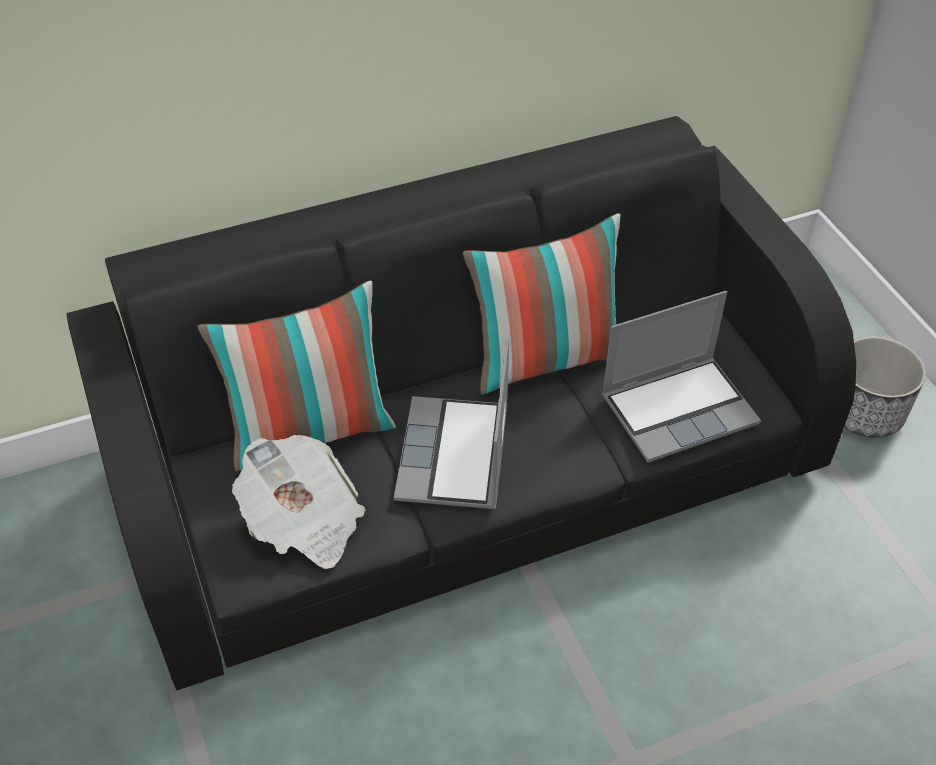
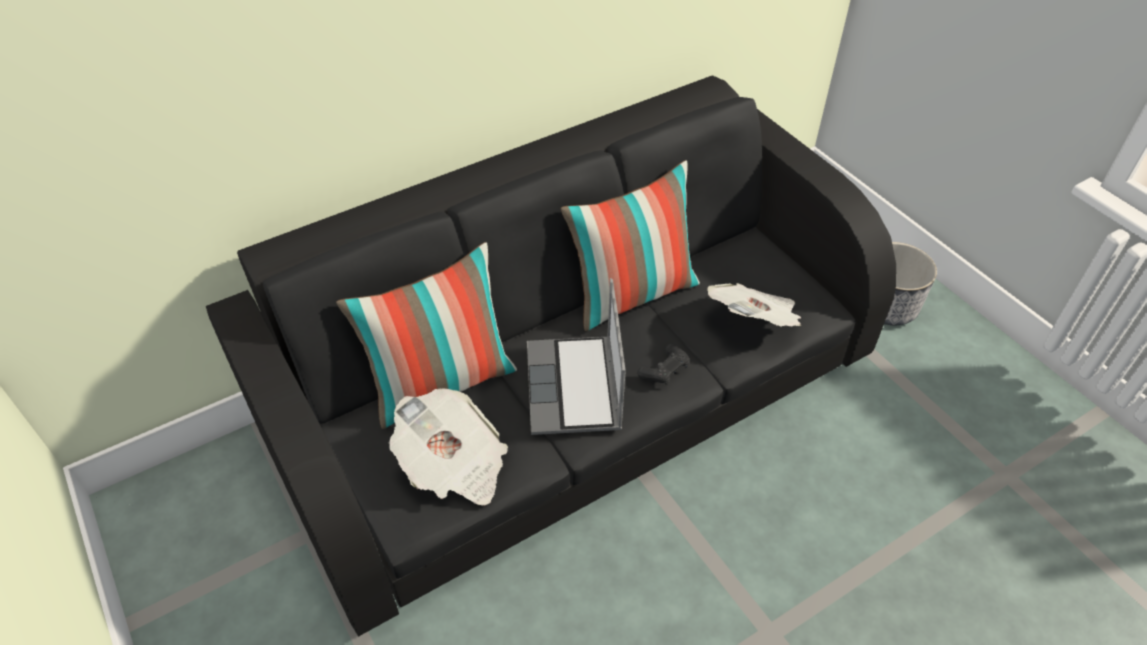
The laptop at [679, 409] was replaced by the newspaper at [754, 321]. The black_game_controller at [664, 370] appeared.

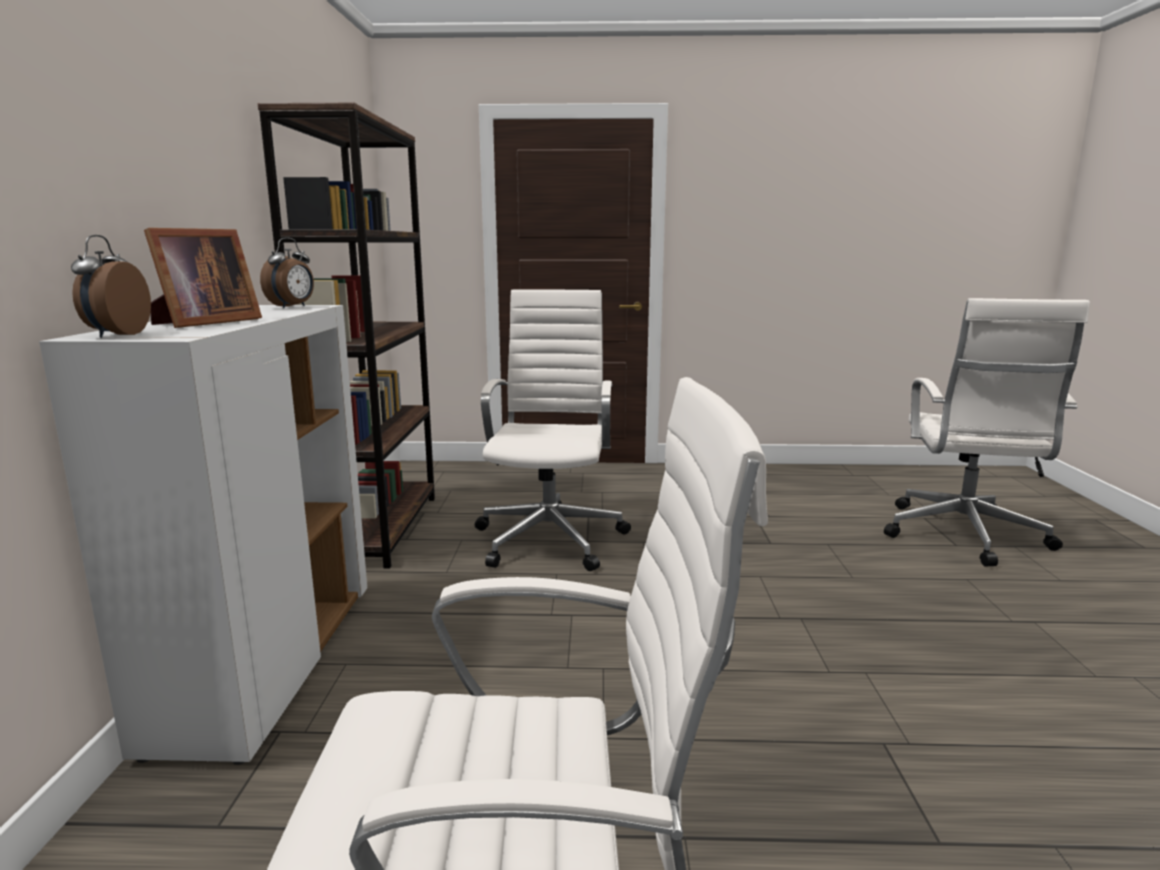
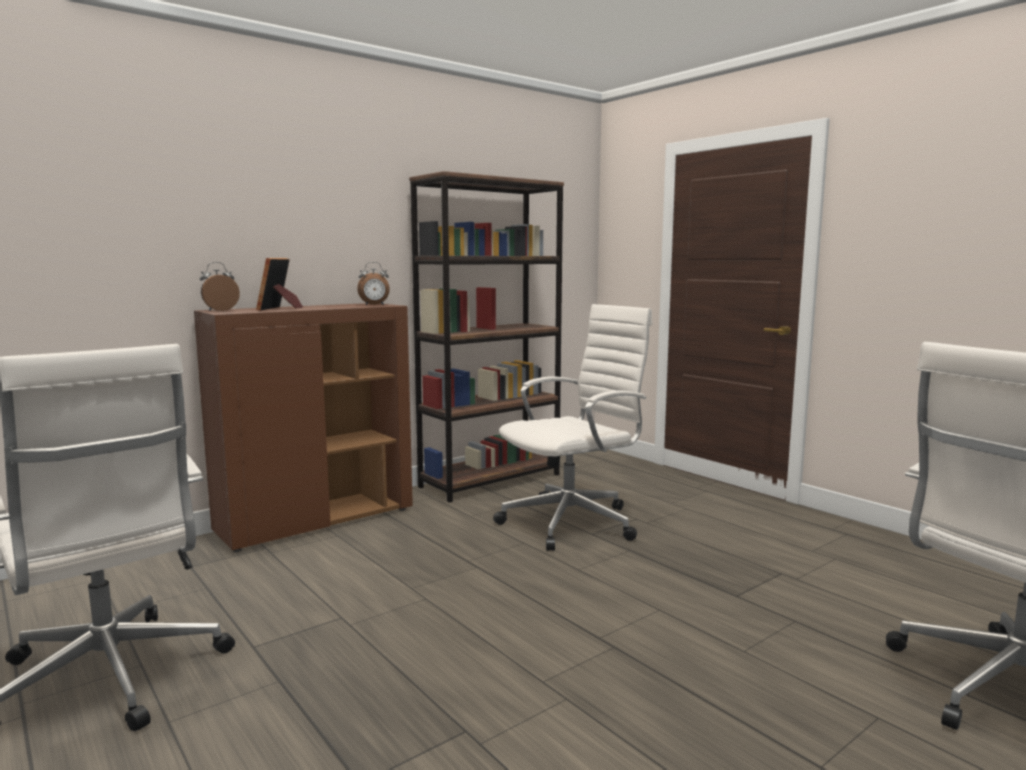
The picture_frame at [203, 323] turned 105 degrees clockwise. The white_cabinet at [269, 662] became the brown_cabinet at [317, 520].

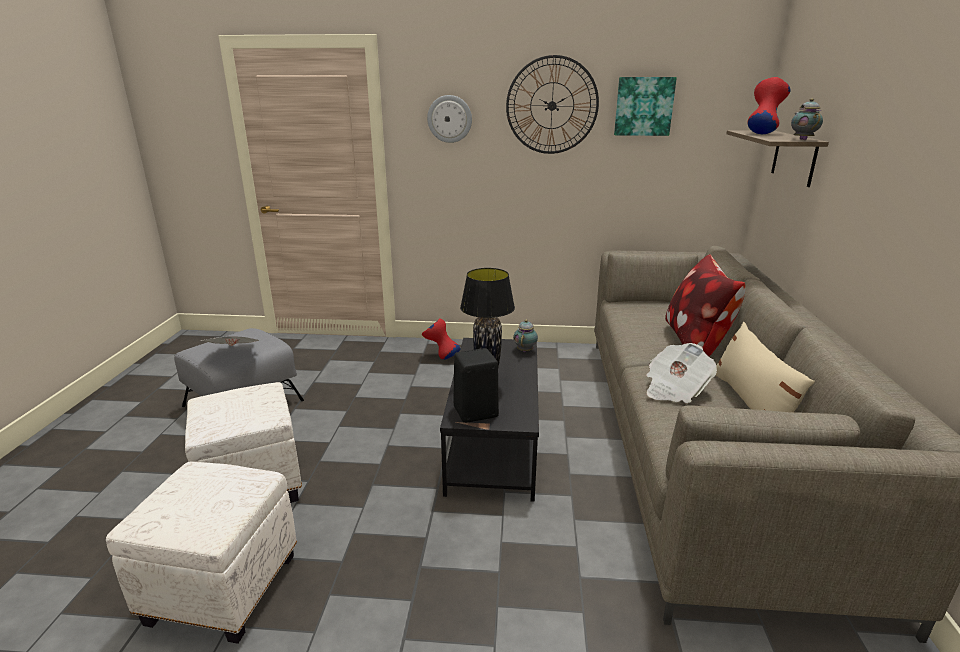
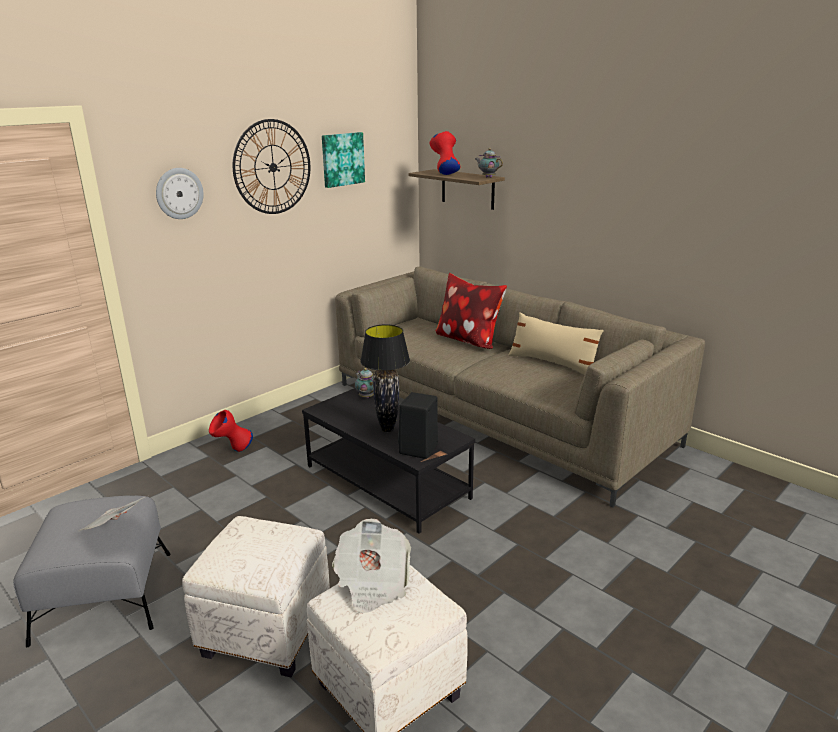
The newspaper moved from [675, 389] to [372, 583].

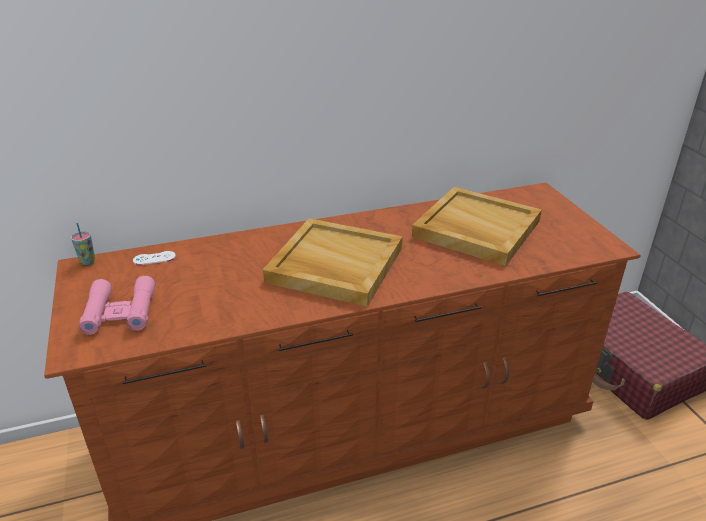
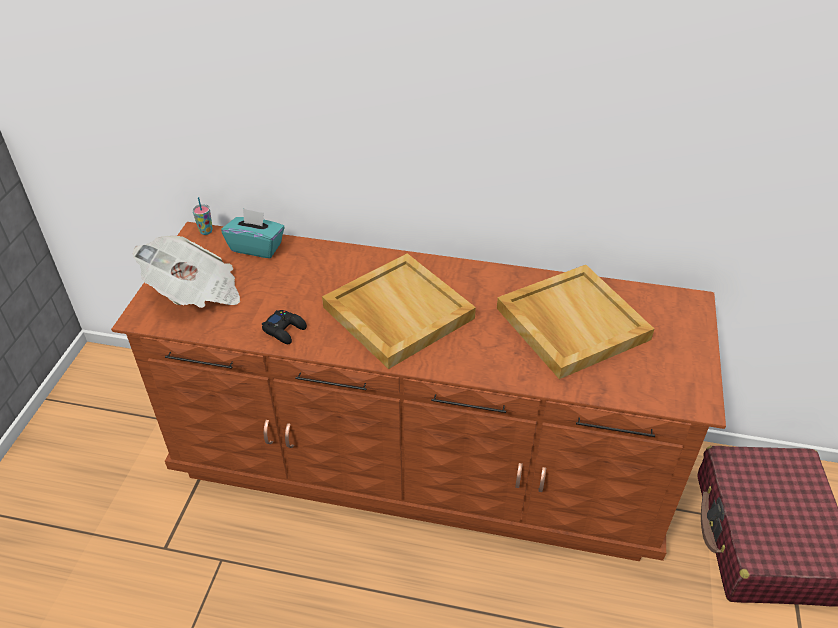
The white_game_controller at [154, 258] was replaced by the turquoise_tissue_box at [256, 247]. The pink_binoculars at [120, 312] was replaced by the newspaper at [195, 293]. The black_game_controller at [285, 330] appeared.

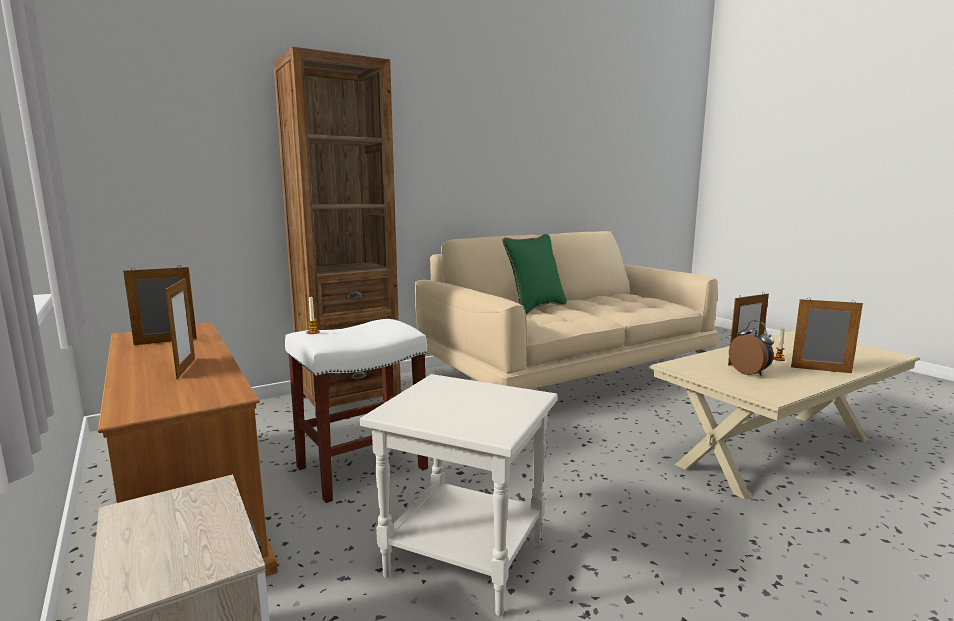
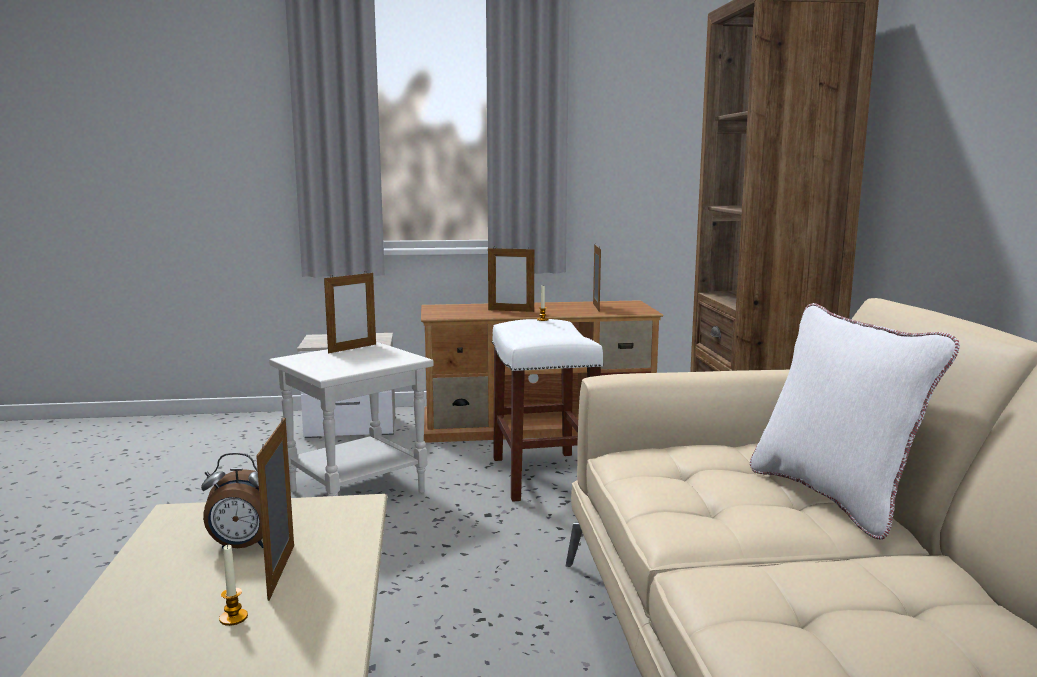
The green_pillow at [535, 307] became the white_pillow at [833, 497]. The picture_frame moved from [820, 370] to [352, 348].

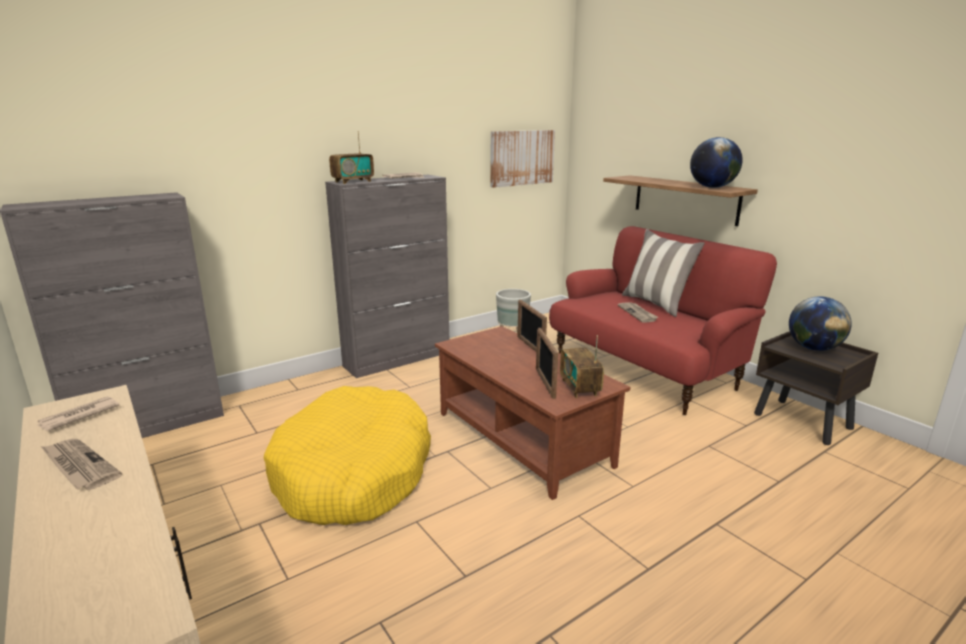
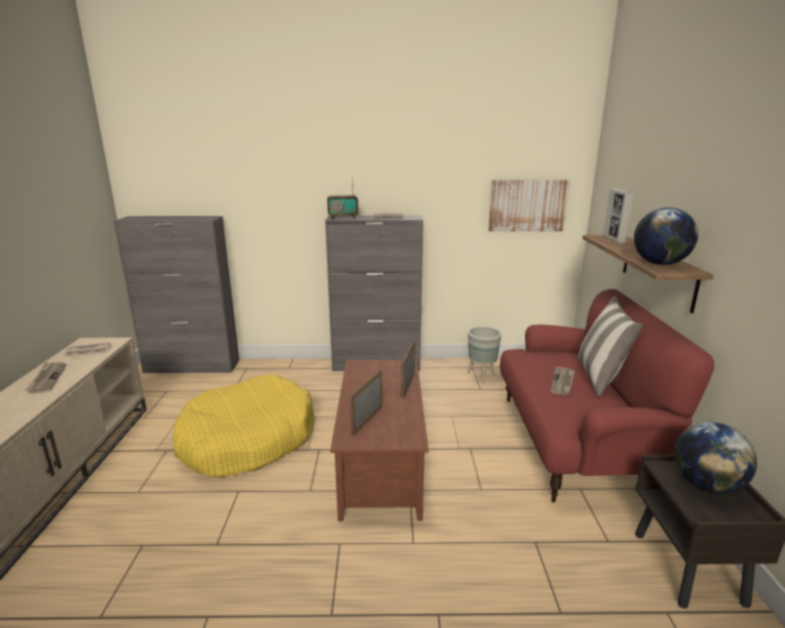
The radio at [579, 388] disappeared. The picture_frame at [613, 239] appeared.

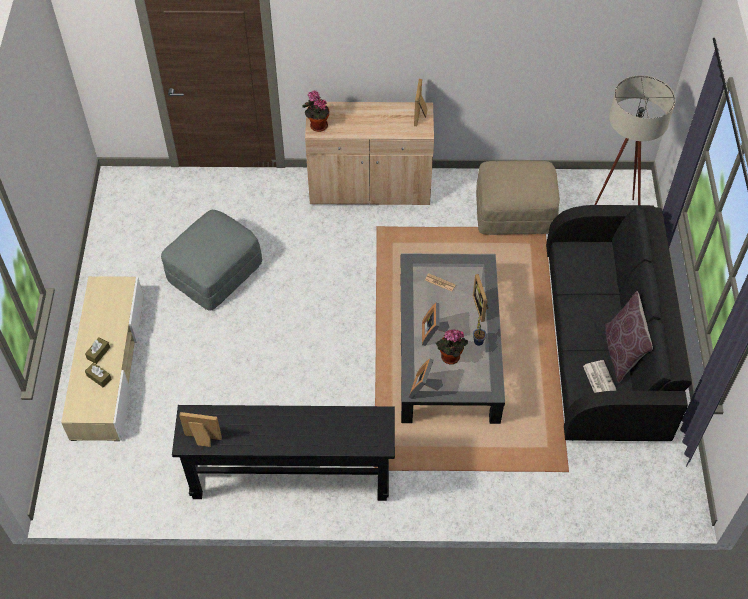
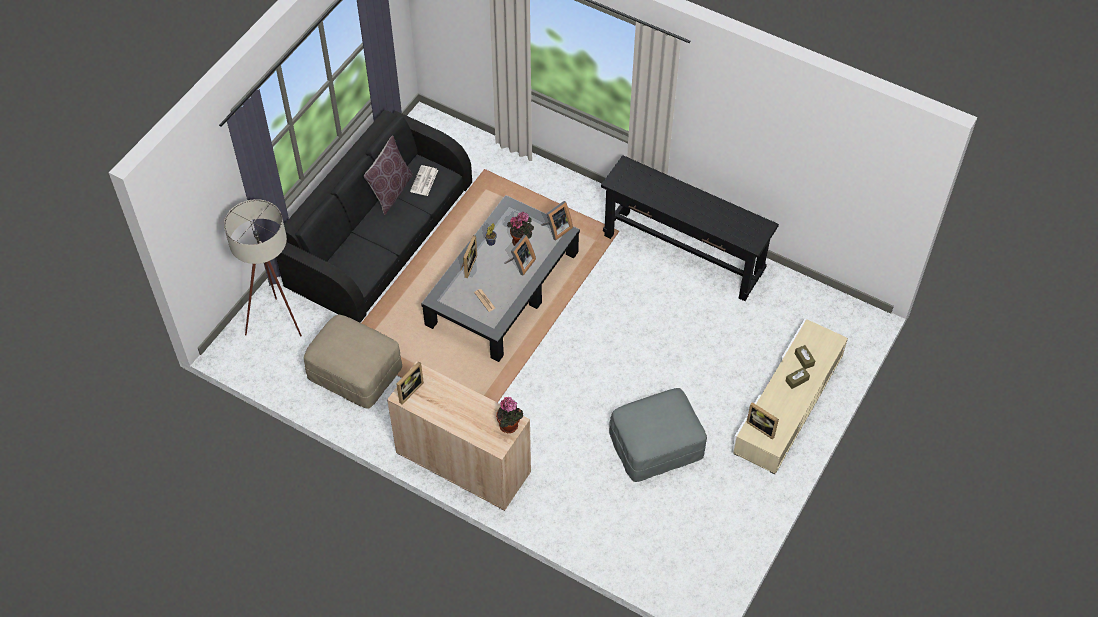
The picture_frame moved from [202, 440] to [762, 427].

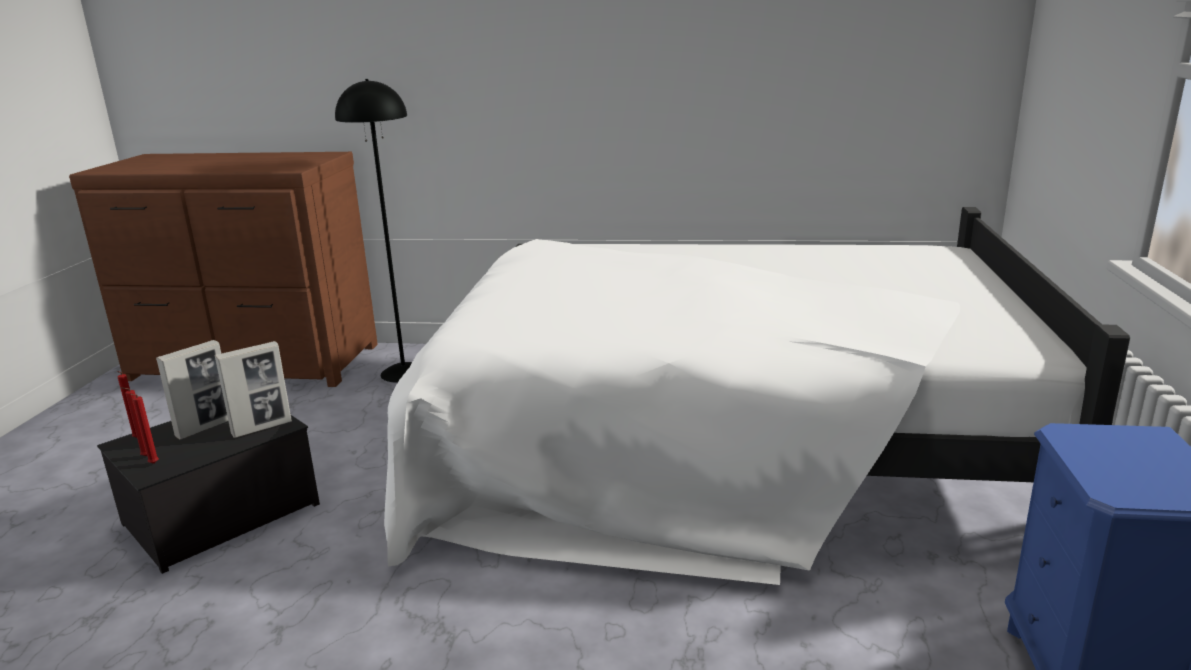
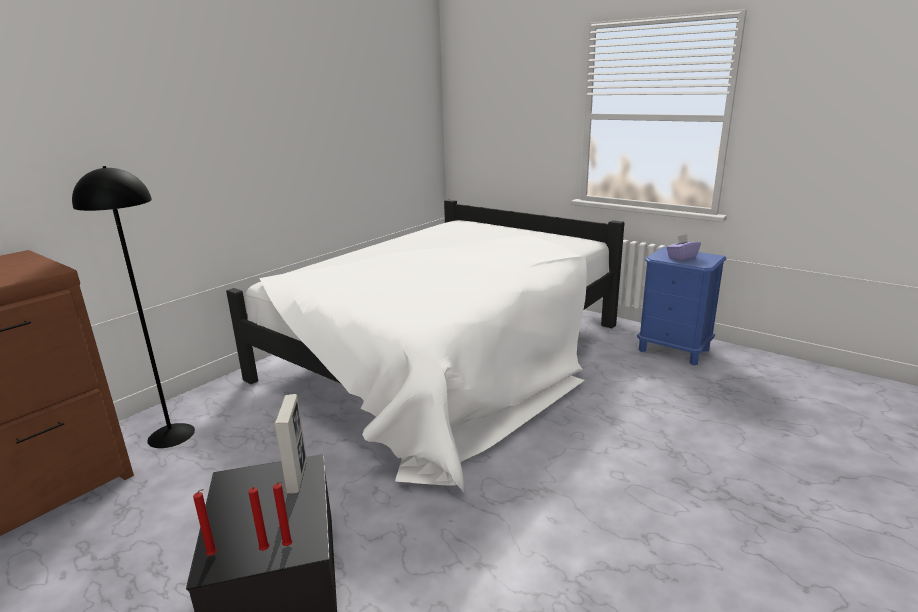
The picture_frame at [205, 427] disappeared. The purple_tissue_box at [681, 257] appeared.

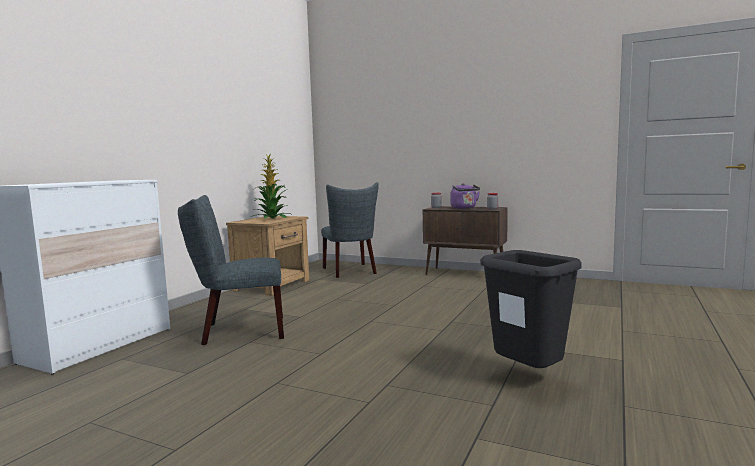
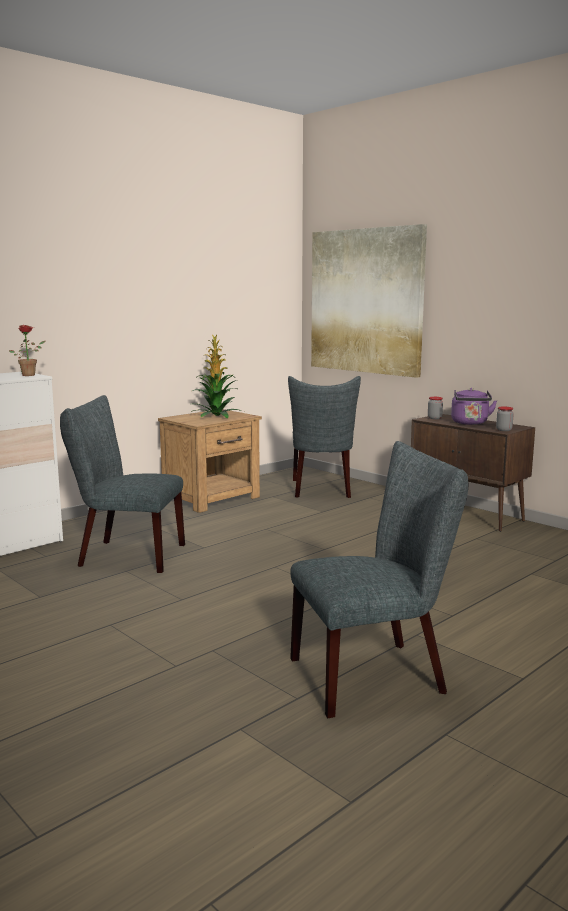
The black_trash_can at [528, 377] was replaced by the grey_chair at [376, 674]. The picture at [366, 301] appeared. The potted_plant at [30, 375] appeared.

